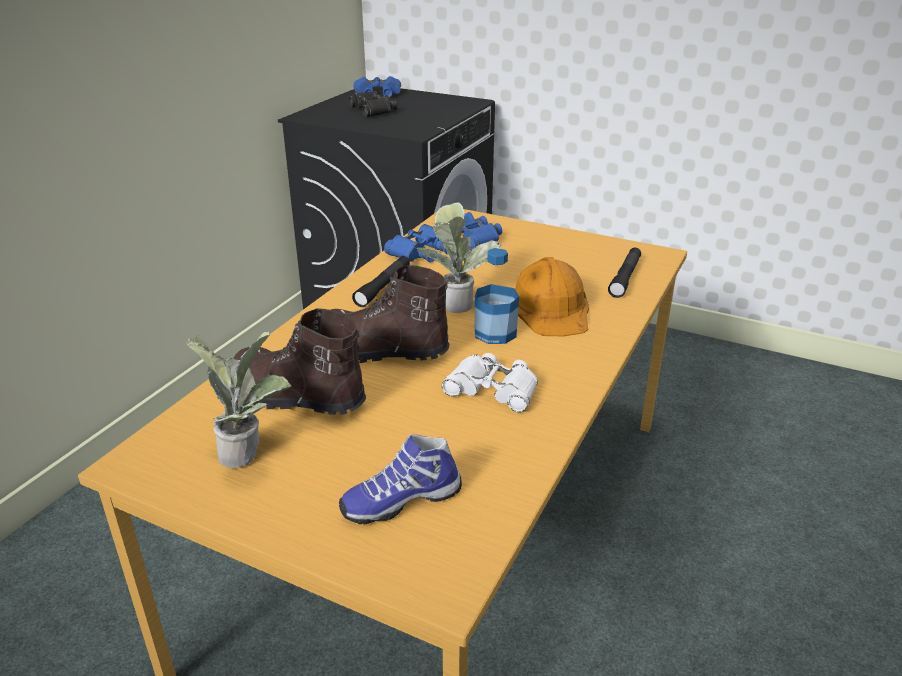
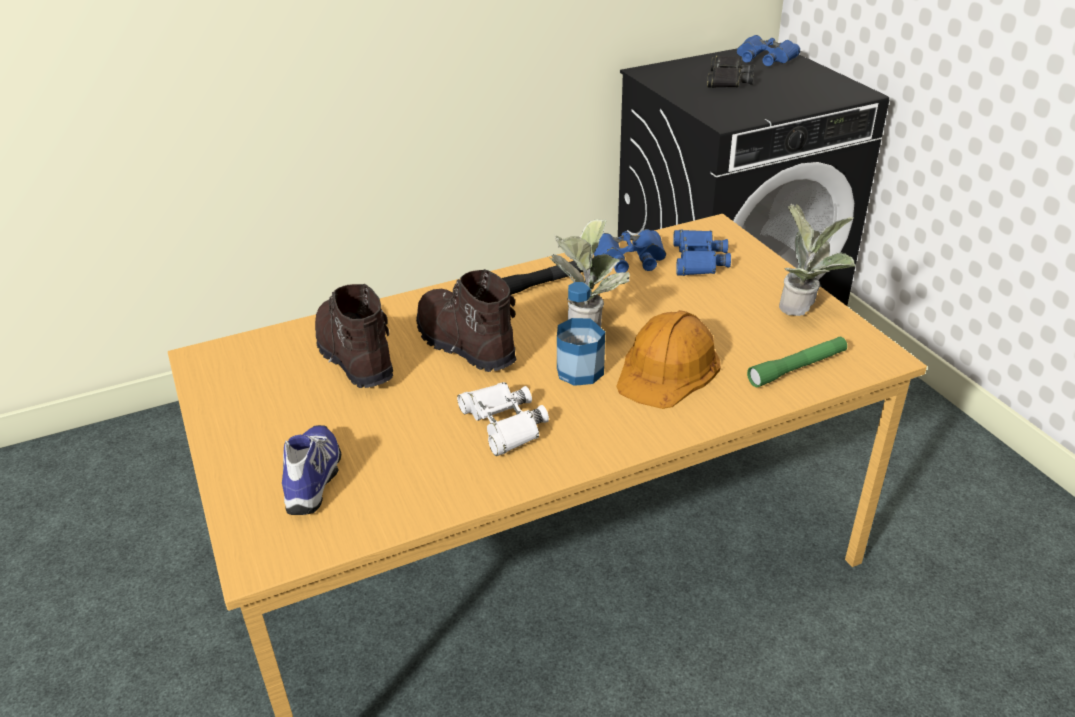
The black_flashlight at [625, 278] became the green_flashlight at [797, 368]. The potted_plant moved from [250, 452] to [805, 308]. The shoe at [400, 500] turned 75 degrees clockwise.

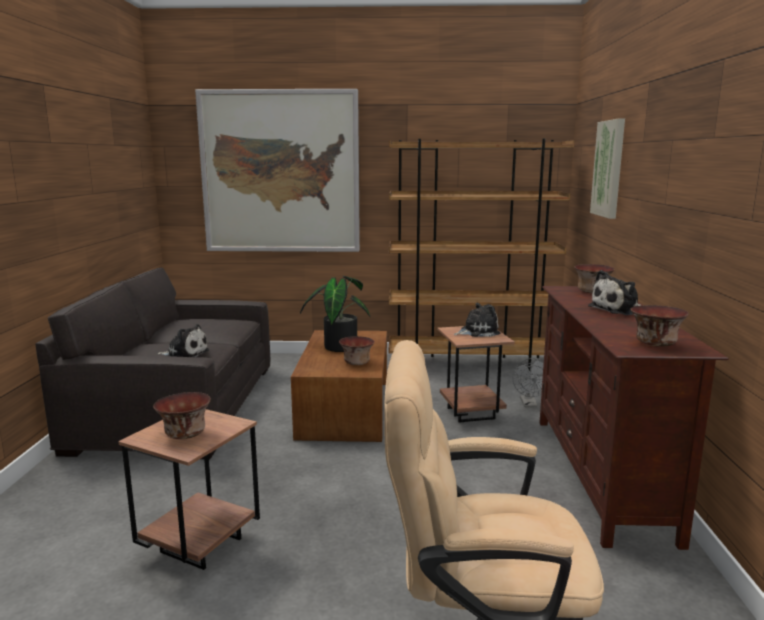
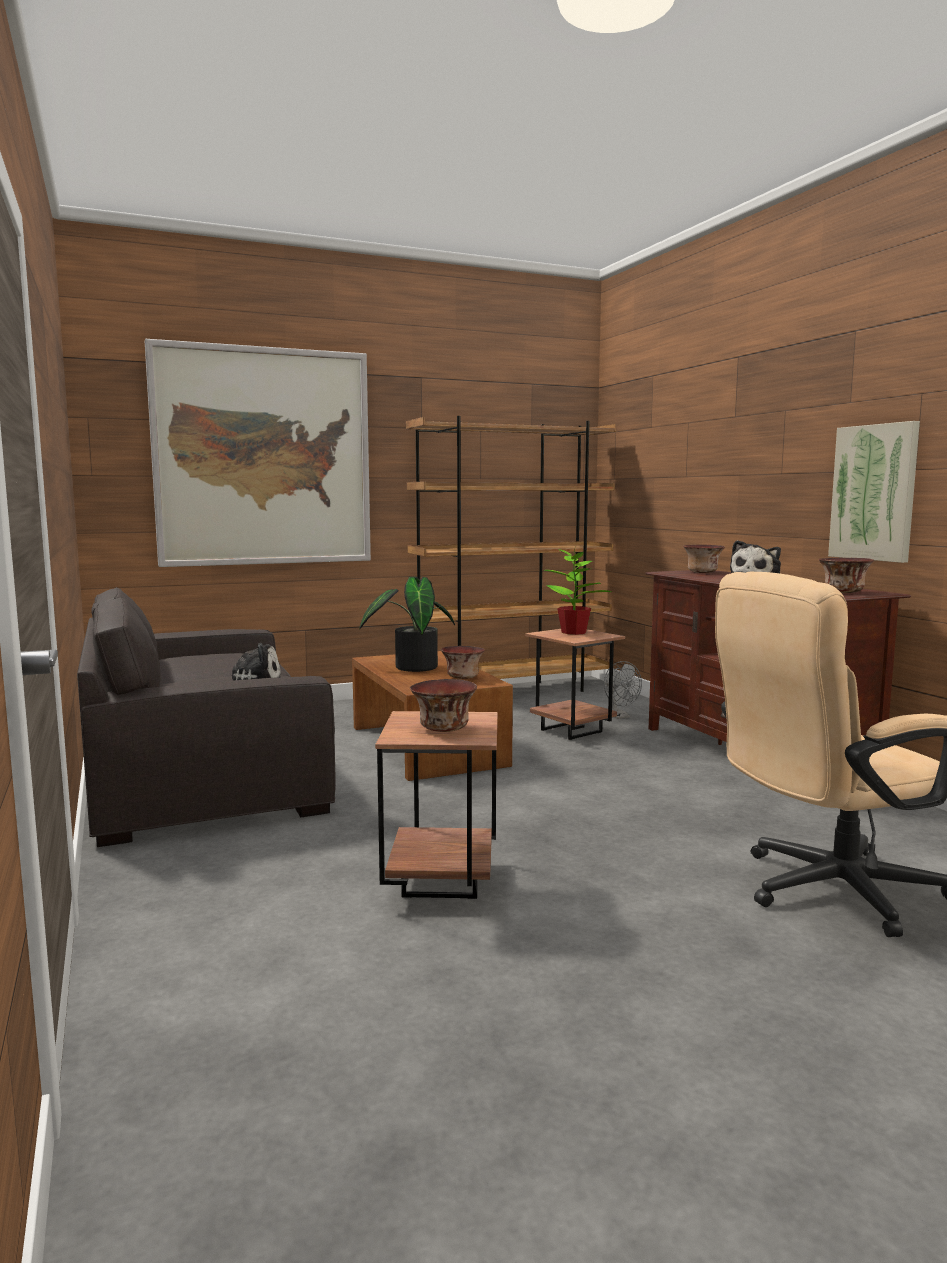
The picture moved from [609, 168] to [874, 492]. The plush_toy at [477, 332] was replaced by the potted_plant at [574, 632].

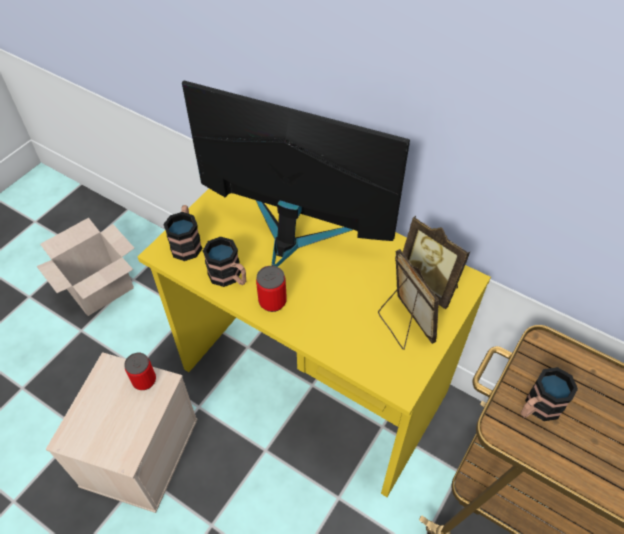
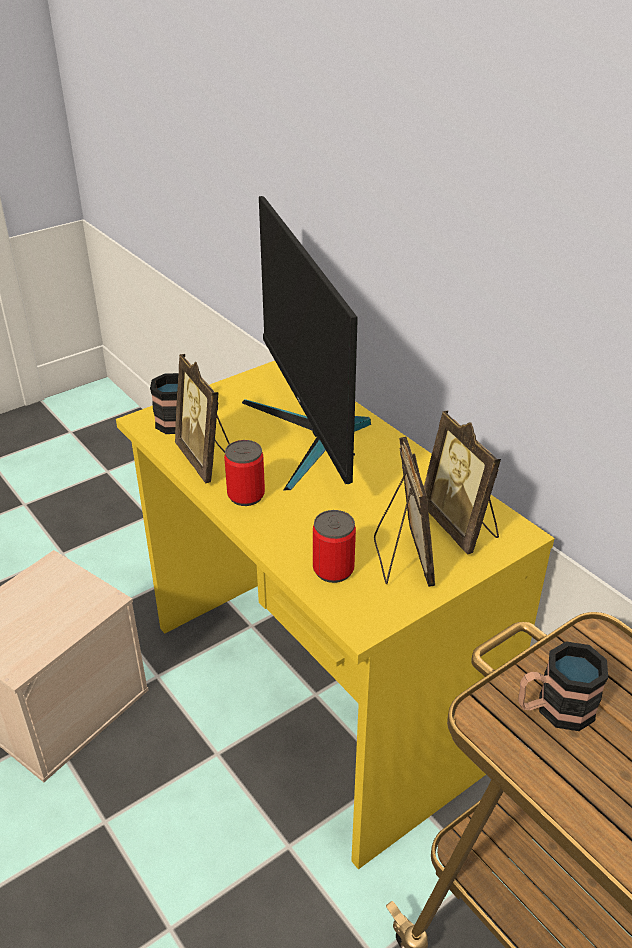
The monitor at [292, 233] turned 150 degrees counterclockwise. The cardboard_box at [99, 290] disappeared. The mug at [229, 277] was replaced by the picture_frame at [208, 460]. The can moved from [144, 380] to [333, 570].

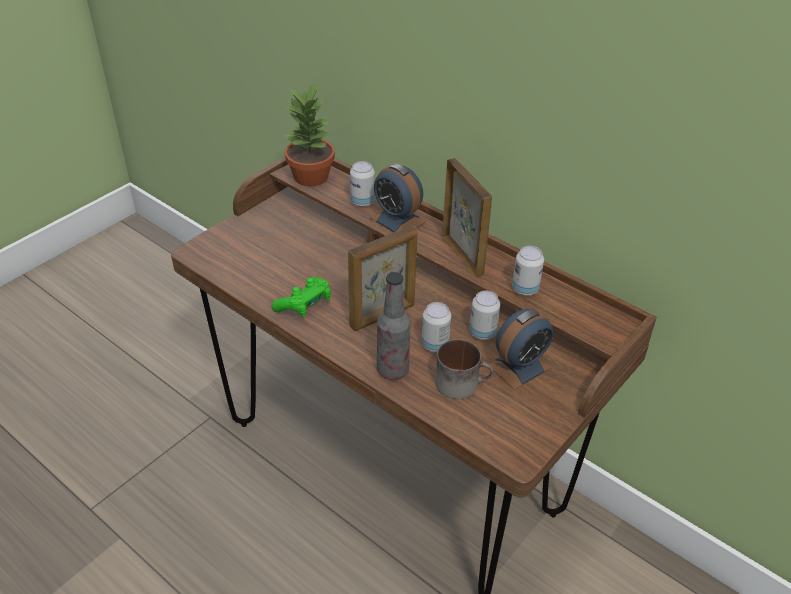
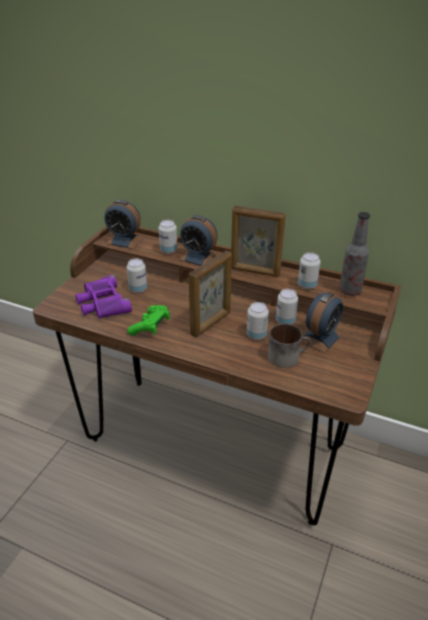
The potted_plant at [312, 177] was replaced by the alarm_clock at [125, 240]. The picture_frame at [463, 255] turned 150 degrees clockwise. The bottle moved from [392, 370] to [349, 291]. The can at [138, 289] appeared. The purple_binoculars at [102, 303] appeared.

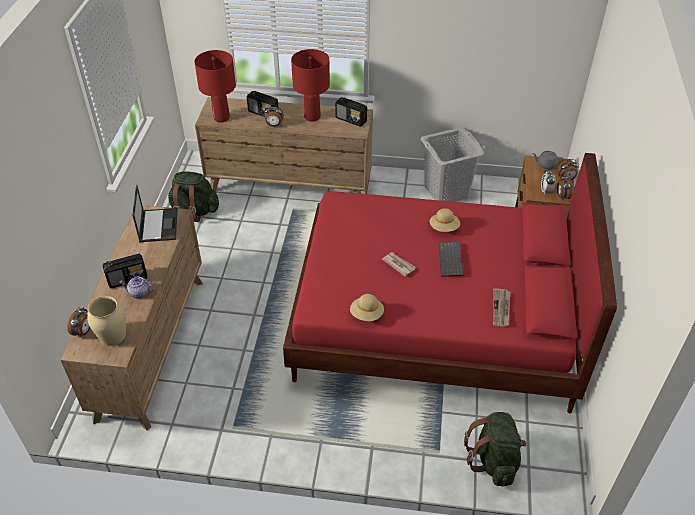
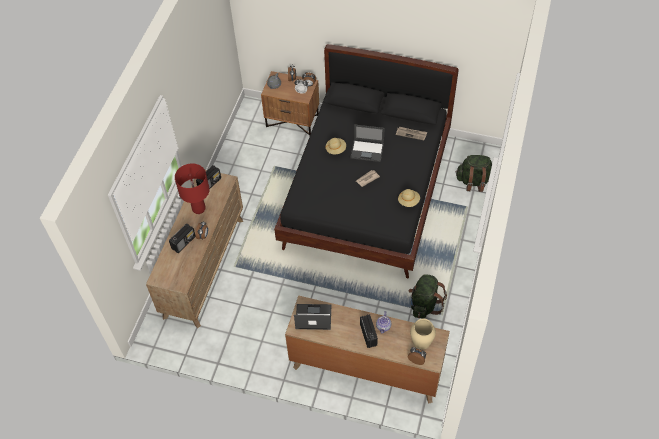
The red_table_lamp at [222, 118] disappeared. The grey_laundry_basket at [446, 191] disappeared. The red_bed at [434, 322] became the black_bed at [367, 192]. The green_backpack moved from [194, 211] to [424, 304]. The keyboard at [451, 260] was replaced by the laptop at [367, 150].

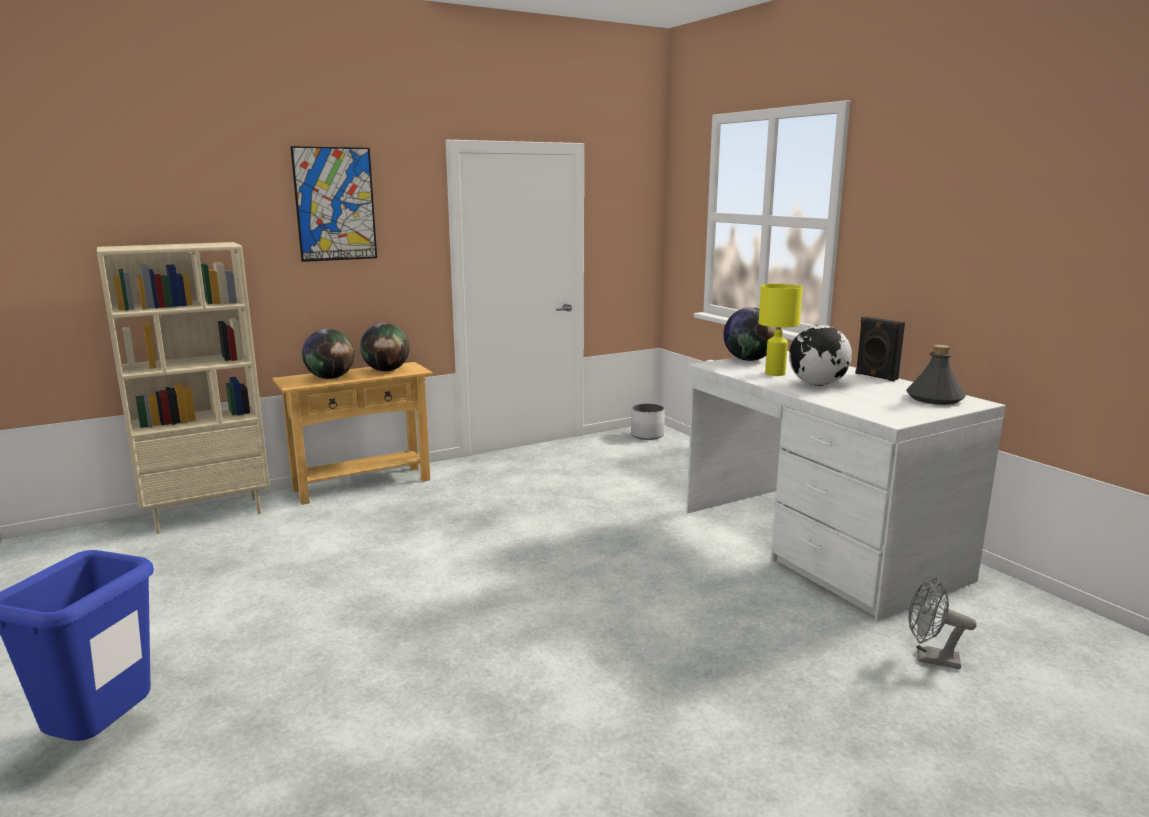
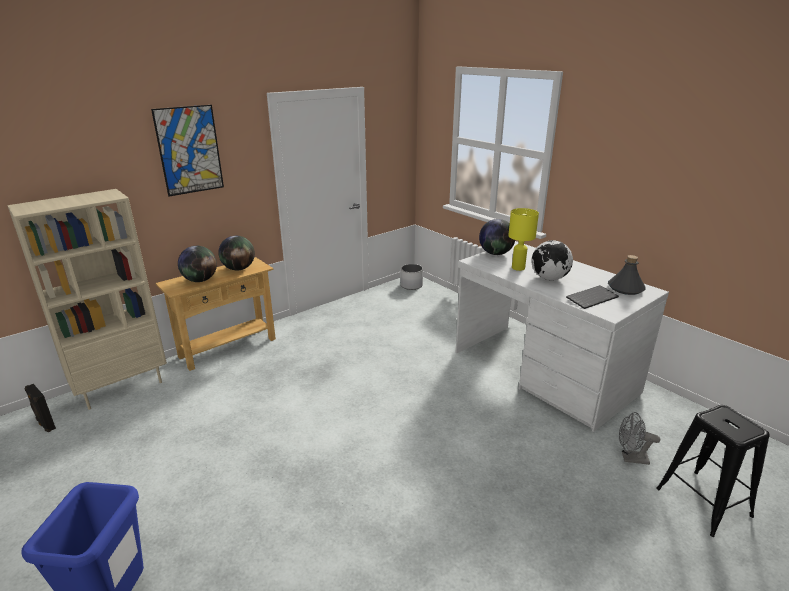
The black_speaker moved from [875, 377] to [45, 424]. The keyboard at [591, 297] appeared. The black_stool at [704, 502] appeared.

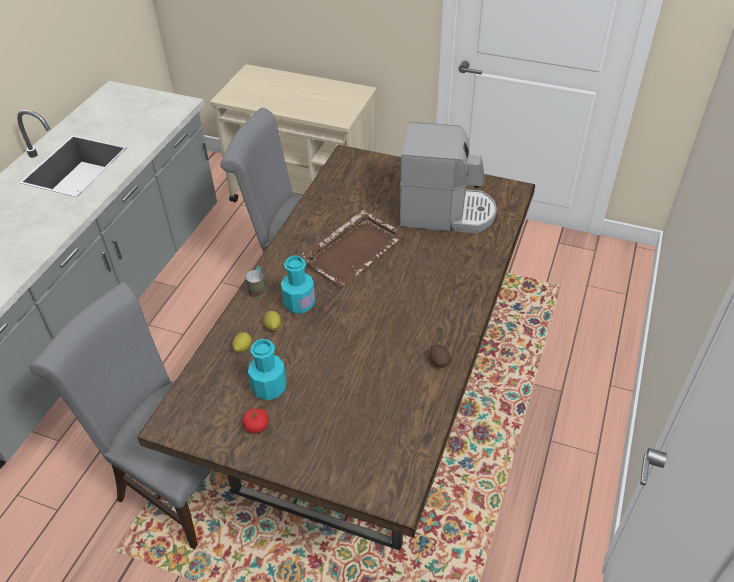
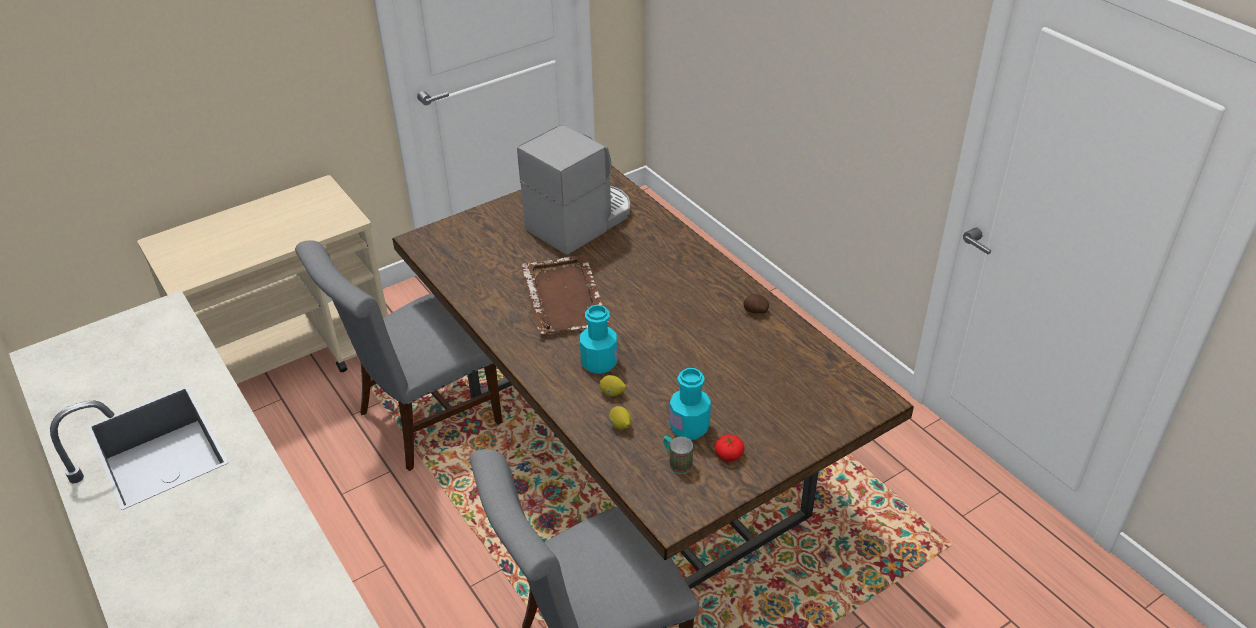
The mug moved from [258, 289] to [676, 462].

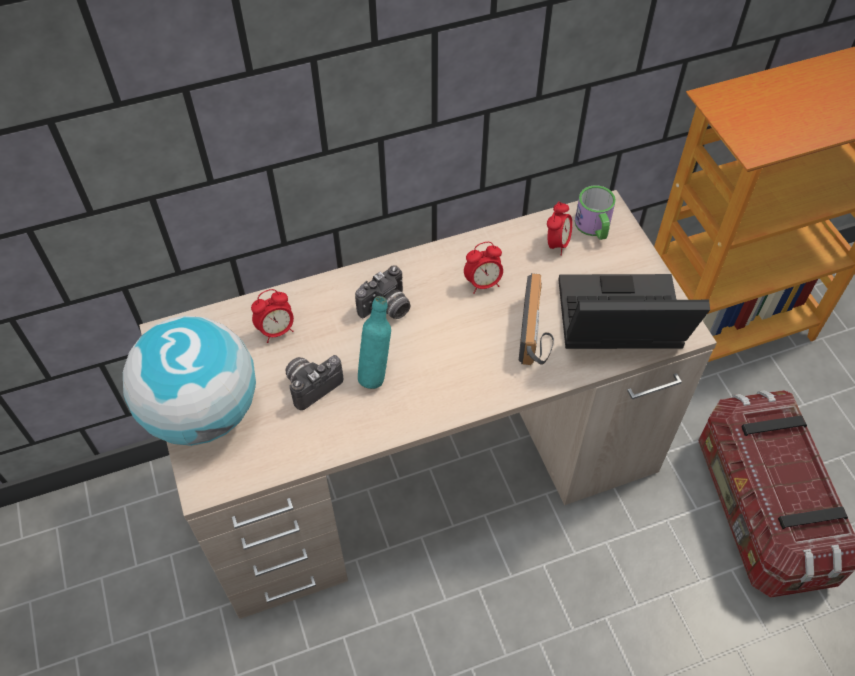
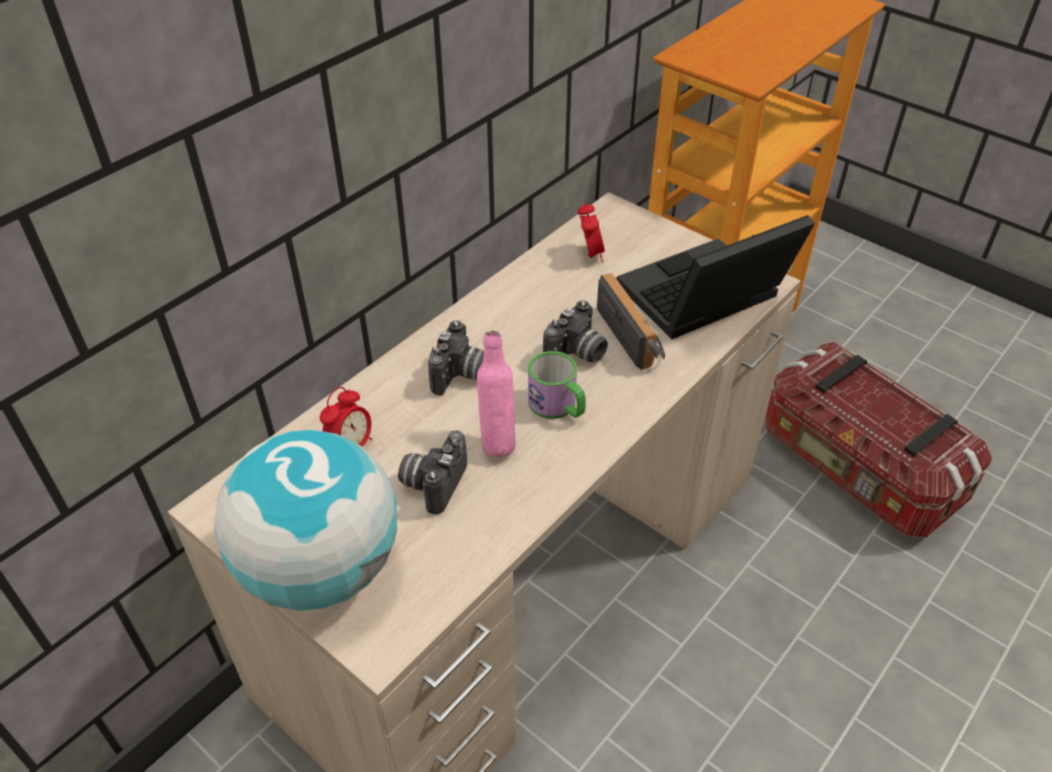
The mug moved from [594, 228] to [558, 406]. The alarm_clock at [483, 284] disappeared. The turquoise_bottle at [376, 372] became the pink_bottle at [497, 440]. The photo_camera at [577, 354] appeared.

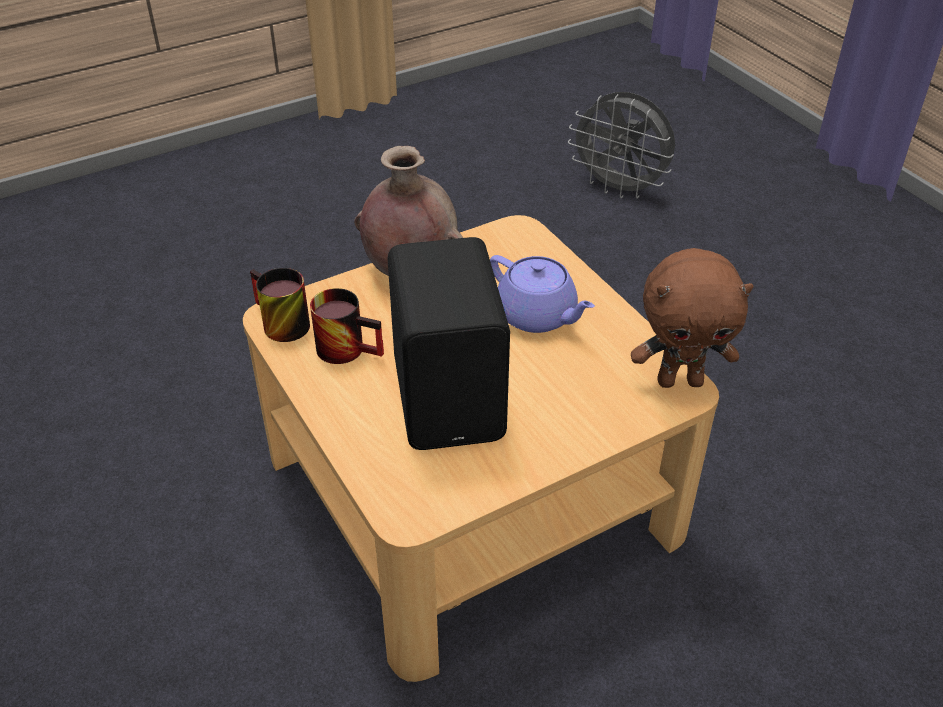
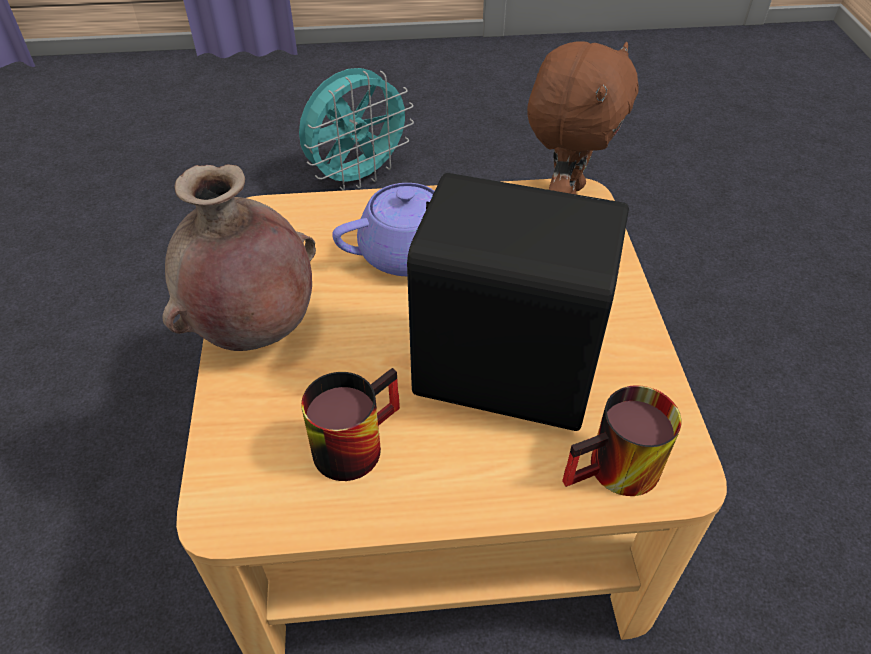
The grey_fan at [620, 189] disappeared. The mug moved from [278, 324] to [617, 475]. The turquoise_fan at [358, 177] appeared.

